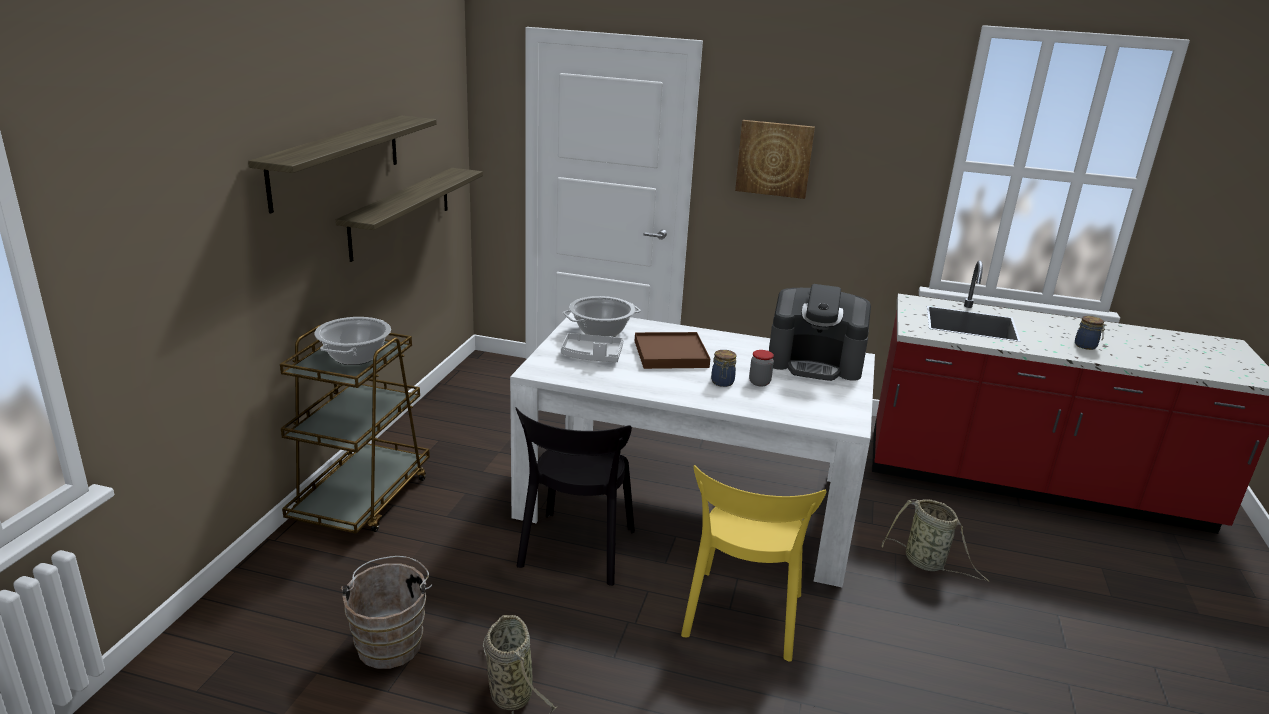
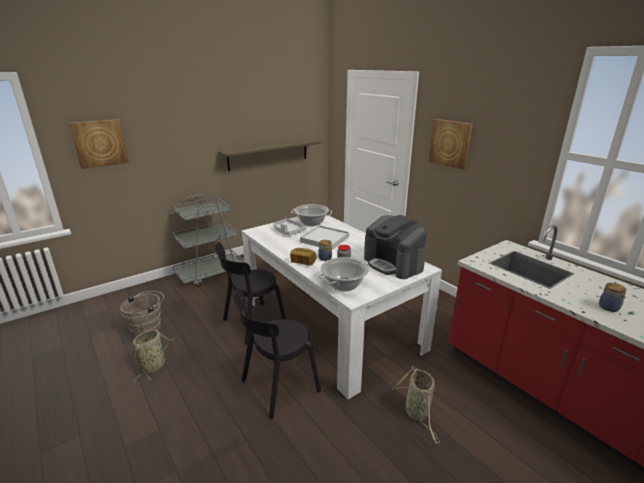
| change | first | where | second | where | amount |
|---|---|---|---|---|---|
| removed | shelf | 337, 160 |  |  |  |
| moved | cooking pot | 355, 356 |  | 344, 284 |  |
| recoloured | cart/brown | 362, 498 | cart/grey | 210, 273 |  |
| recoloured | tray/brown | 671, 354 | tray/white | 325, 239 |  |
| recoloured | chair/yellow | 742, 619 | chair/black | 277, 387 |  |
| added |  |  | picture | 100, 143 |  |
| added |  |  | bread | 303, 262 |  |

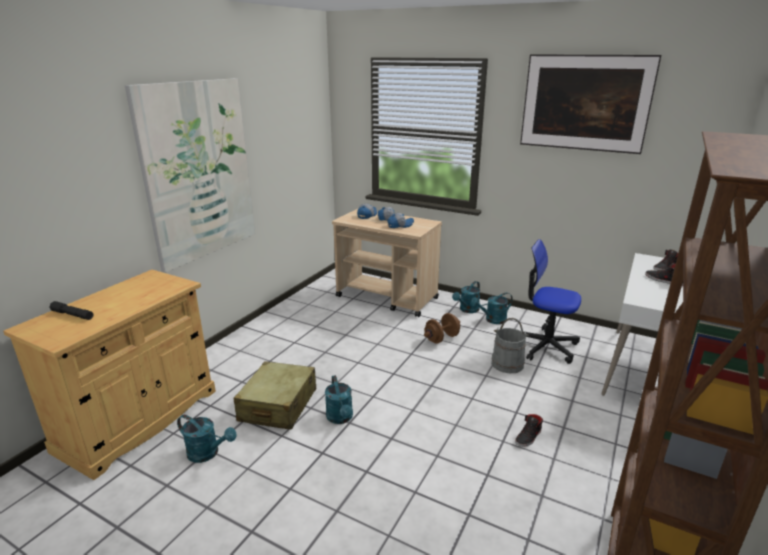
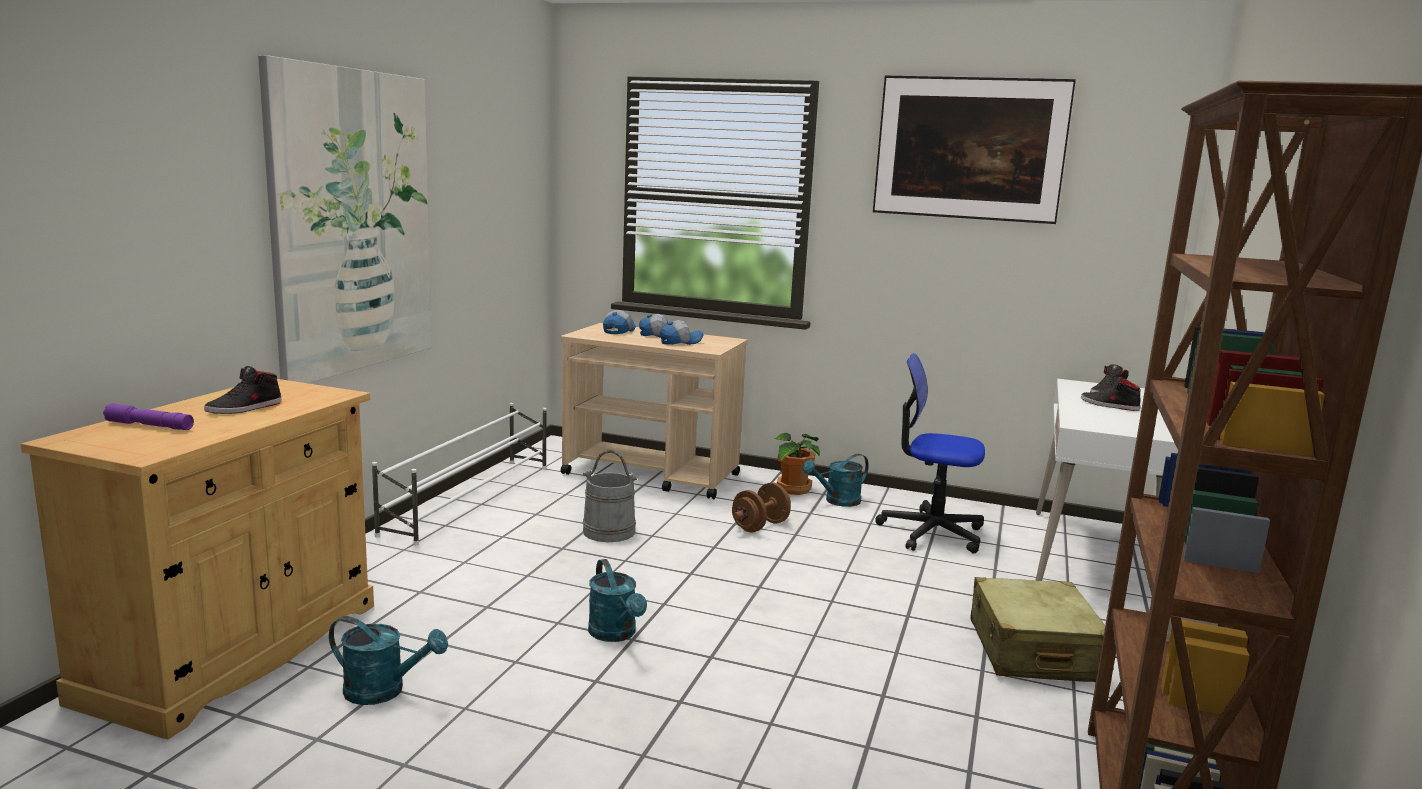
| change | first | where | second | where | amount |
|---|---|---|---|---|---|
| replaced | watering can/turquoise | 467, 310 | potted plant | 792, 489 |  |
| recoloured | flashlight/black | 73, 315 | flashlight/purple | 150, 426 |  |
| moved | bucket/grey | 507, 364 |  | 609, 531 |  |
| moved | suitcase/beige | 278, 405 |  | 1033, 651 |  |
| moved | shoe/black | 528, 437 |  | 245, 408 |  |
| added |  |  | shoe rack/white | 471, 498 |  |

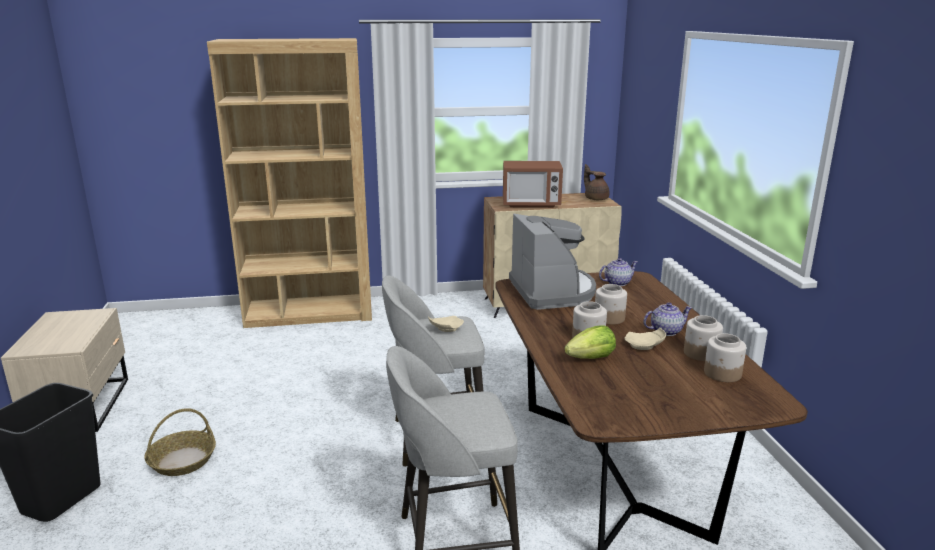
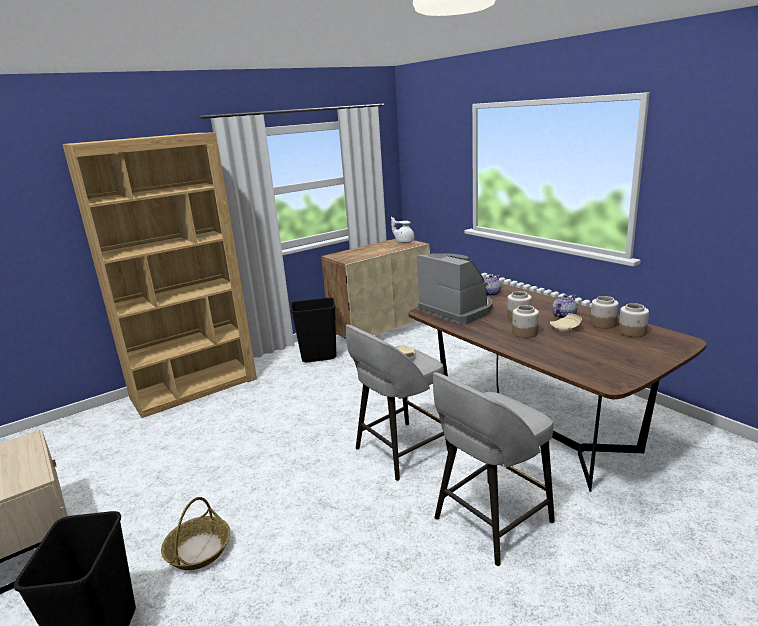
| change | first | where | second | where | amount |
|---|---|---|---|---|---|
| removed | microwave | 531, 204 |  |  |  |
| recoloured | teapot/brown | 595, 198 | teapot/white | 404, 242 |  |
| removed | lettuce | 591, 358 |  |  |  |
| added |  |  | trash can/black | 319, 357 |  |

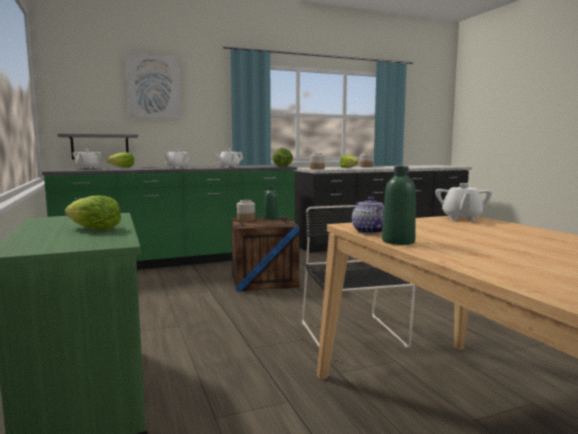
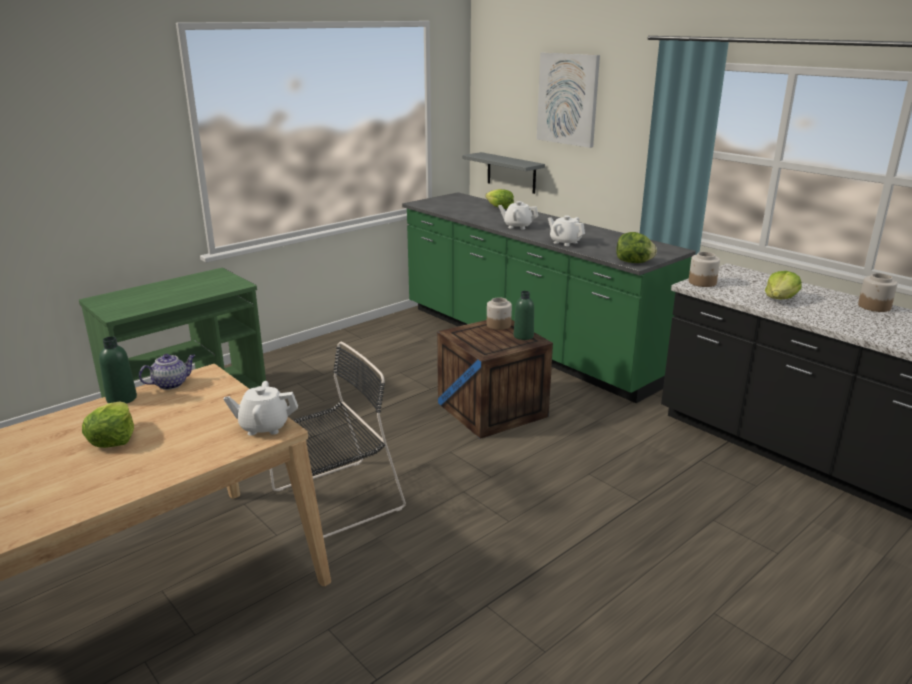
| change | first | where | second | where | amount |
|---|---|---|---|---|---|
| removed | teapot/white | 87, 168 |  |  |  |
| moved | lettuce | 94, 229 |  | 113, 439 |  |

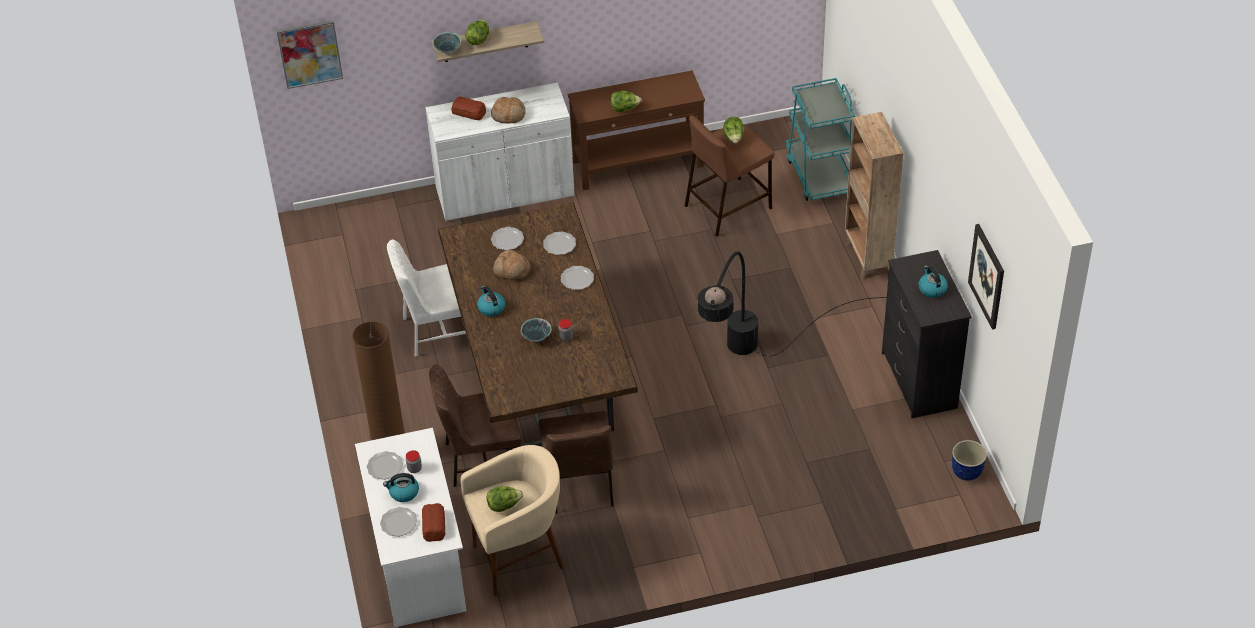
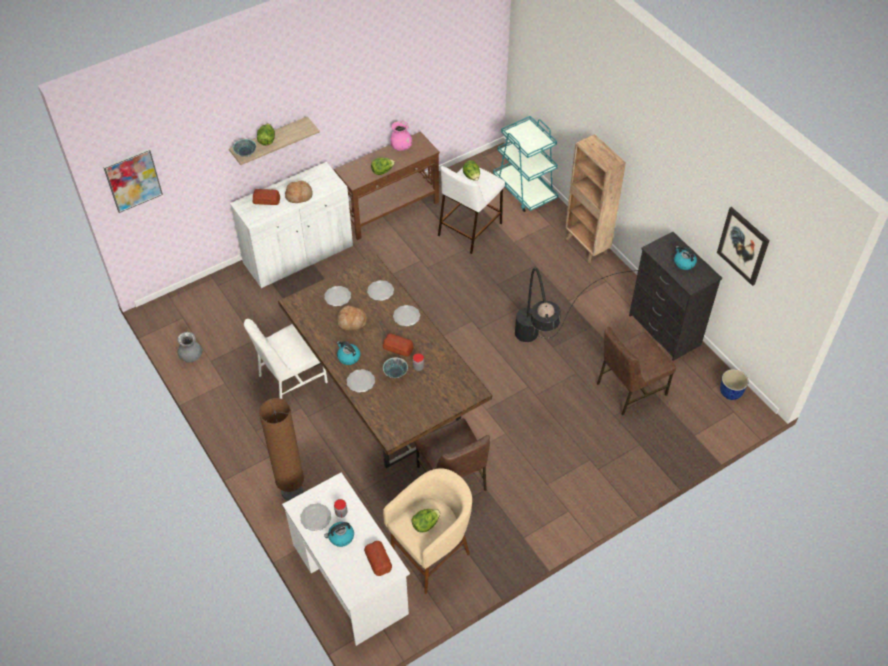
| change | first | where | second | where | amount |
|---|---|---|---|---|---|
| recoloured | stool/brown | 729, 206 | stool/white | 470, 228 |  |
| moved | chair/brown | 482, 459 |  | 629, 389 |  |
| moved | plate | 399, 523 |  | 361, 381 |  |
| added |  |  | vase/pink | 401, 147 |  |
| added |  |  | vase/grey | 191, 357 |  |
| added |  |  | bread | 398, 348 |  |

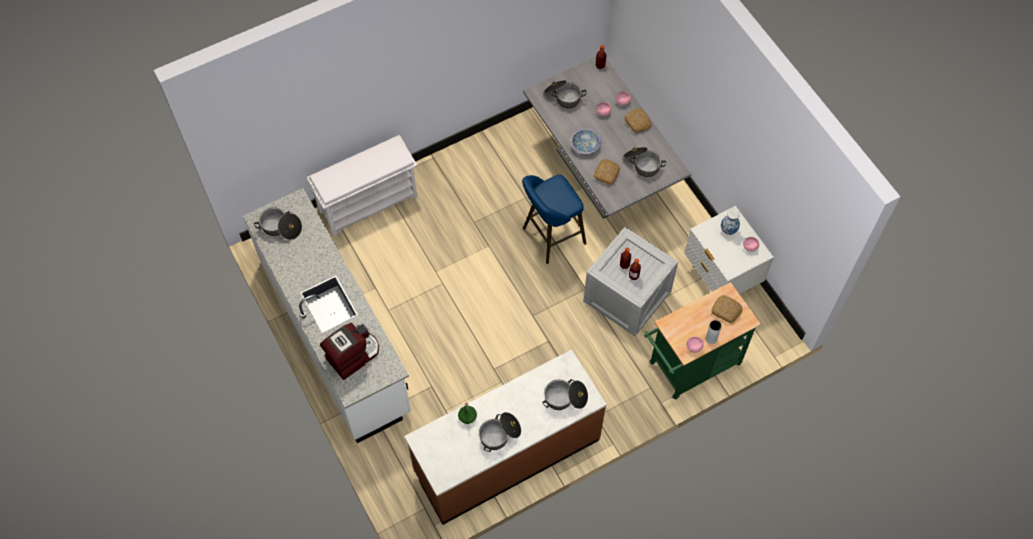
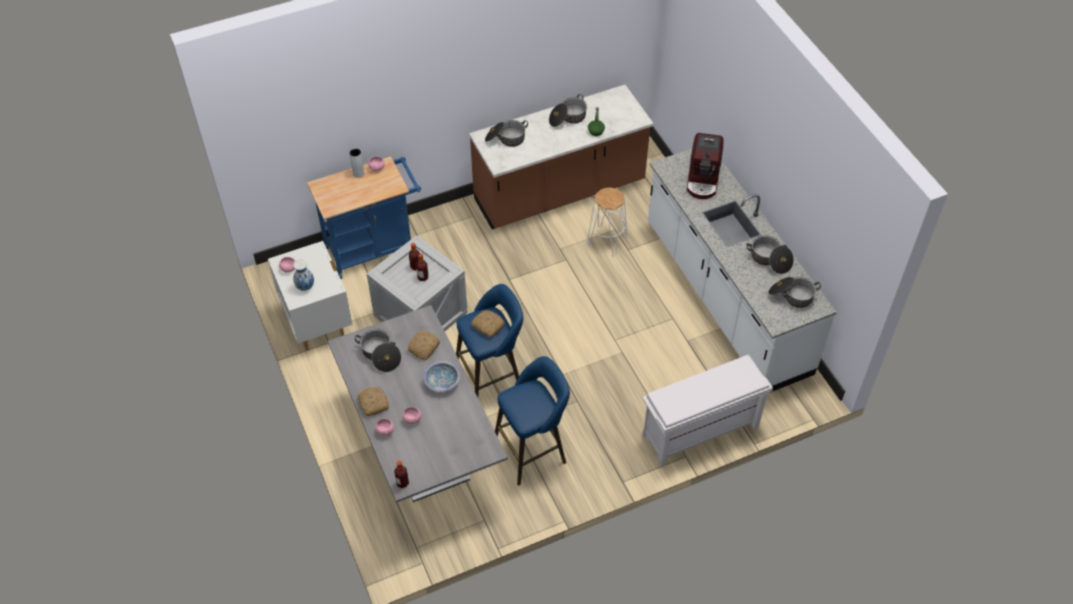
| change | first | where | second | where | amount |
|---|---|---|---|---|---|
| moved | cooking pot | 563, 97 |  | 769, 260 |  |
| recoloured | cart/green | 689, 367 | cart/blue | 374, 248 |  |
| moved | bread | 726, 311 |  | 487, 326 |  |
| turned | coffee machine | 353, 355 |  | 703, 180 | 45 degrees counterclockwise |
| added |  |  | stool/white | 606, 241 |  |
| added |  |  | stool/blue | 533, 450 |  |

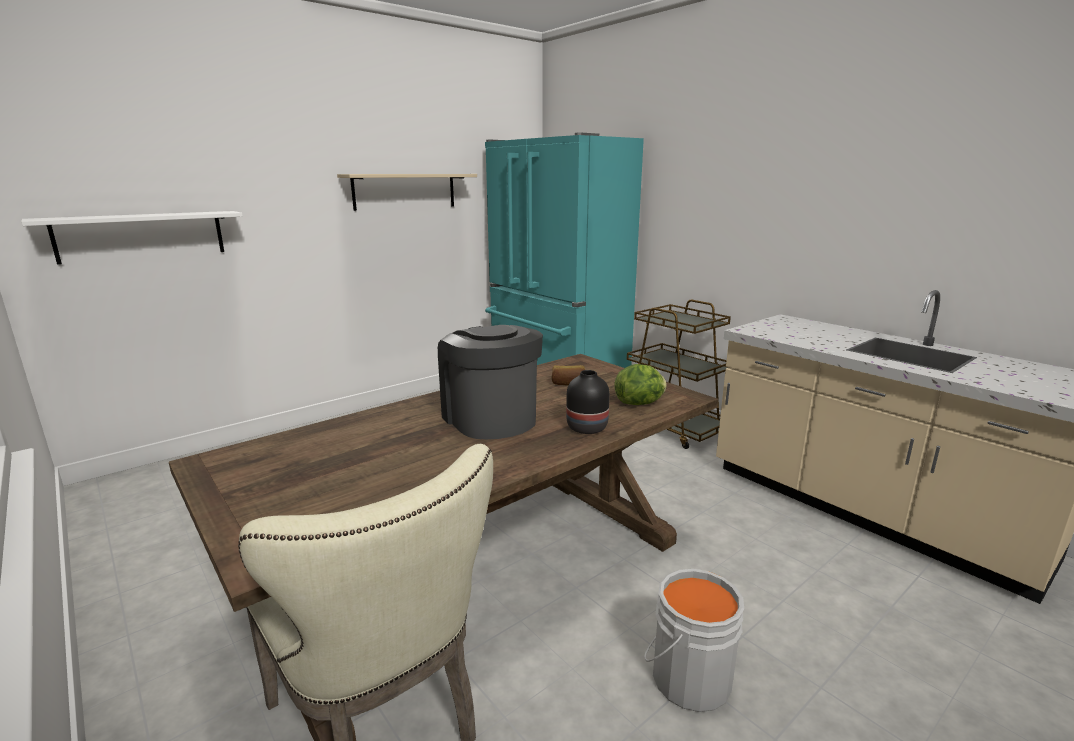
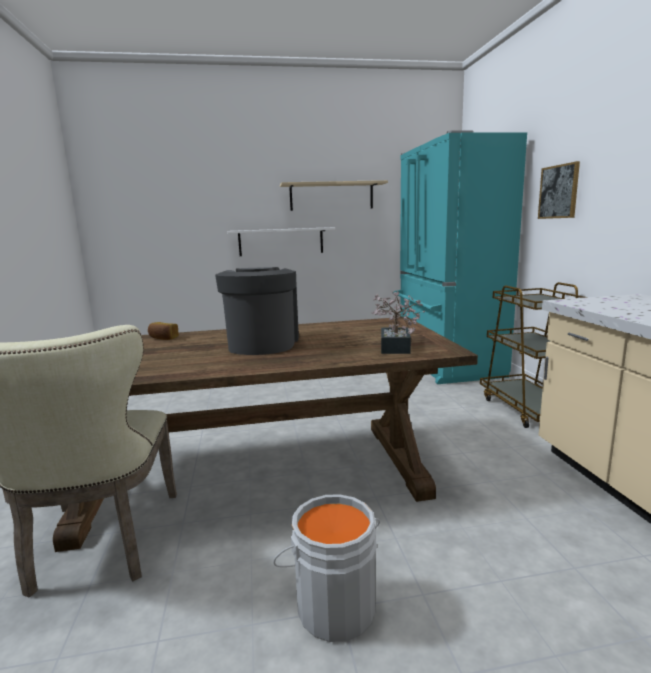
| change | first | where | second | where | amount |
|---|---|---|---|---|---|
| moved | shelf/white | 142, 236 |  | 281, 241 |  |
| replaced | lettuce | 640, 403 | potted plant | 394, 349 |  |
| moved | bread | 568, 383 |  | 163, 338 |  |
| removed | vase/black | 588, 427 |  |  |  |
| added |  |  | picture | 559, 192 |  |

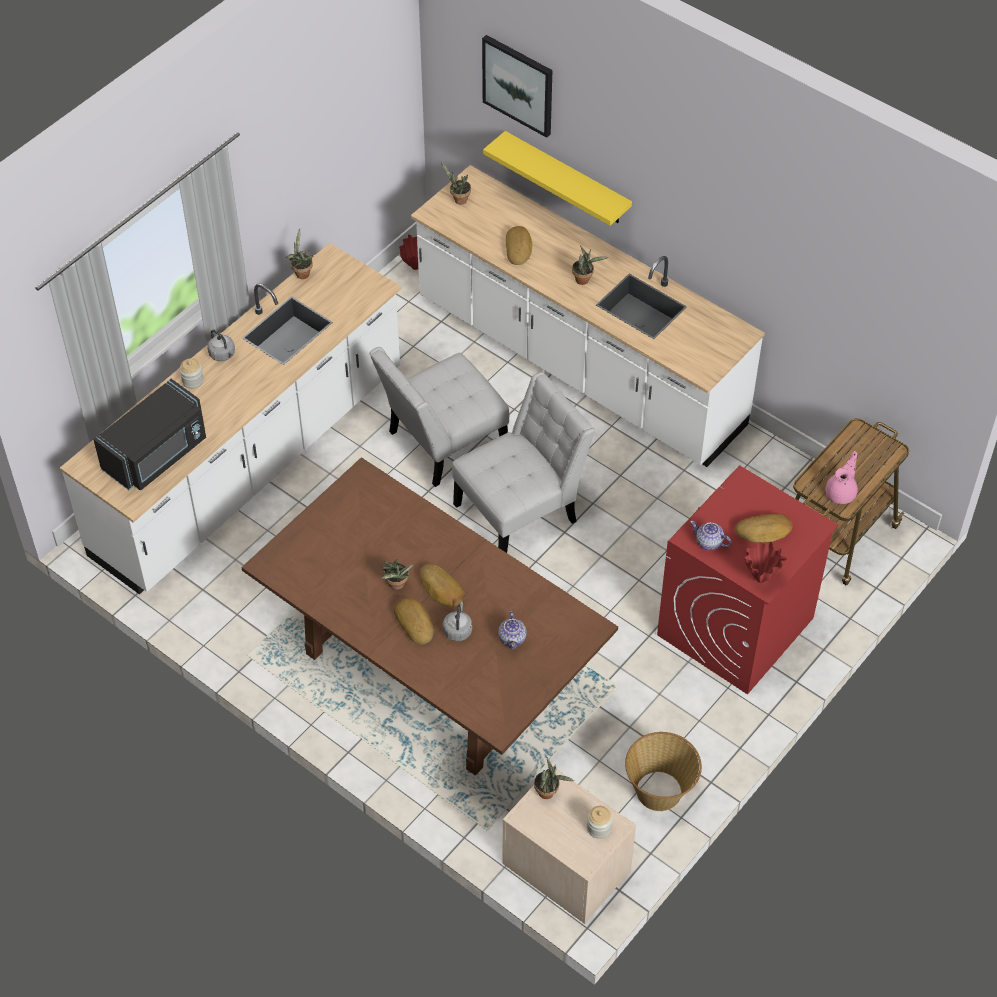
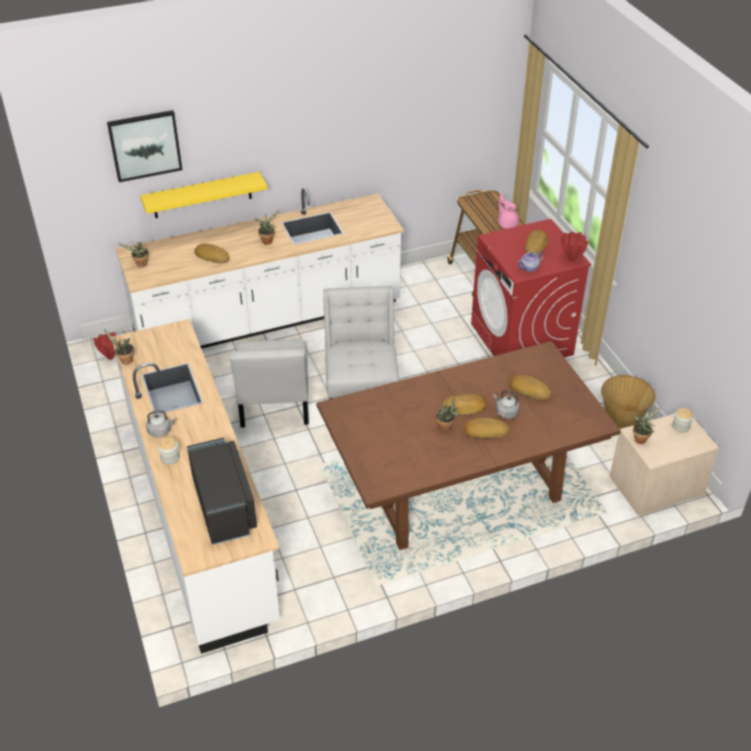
| change | first | where | second | where | amount |
|---|---|---|---|---|---|
| replaced | teapot | 512, 638 | bread | 530, 389 |  |

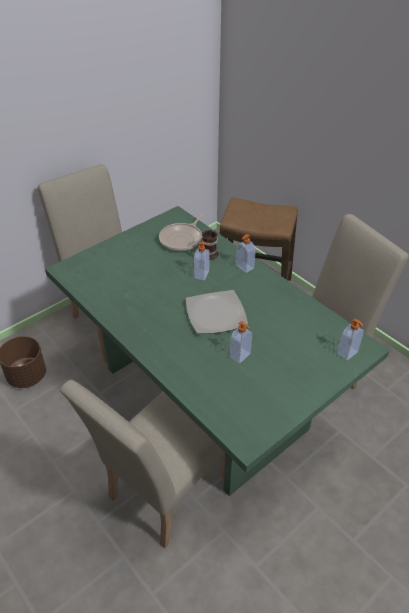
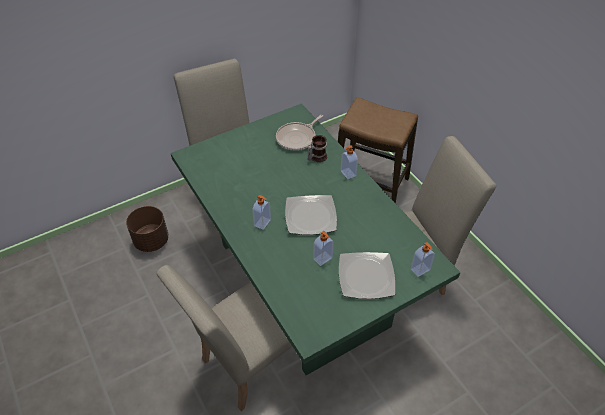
| change | first | where | second | where | amount |
|---|---|---|---|---|---|
| moved | soap dispenser | 202, 275 |  | 263, 223 |  |
| added |  |  | plate | 367, 277 |  |

